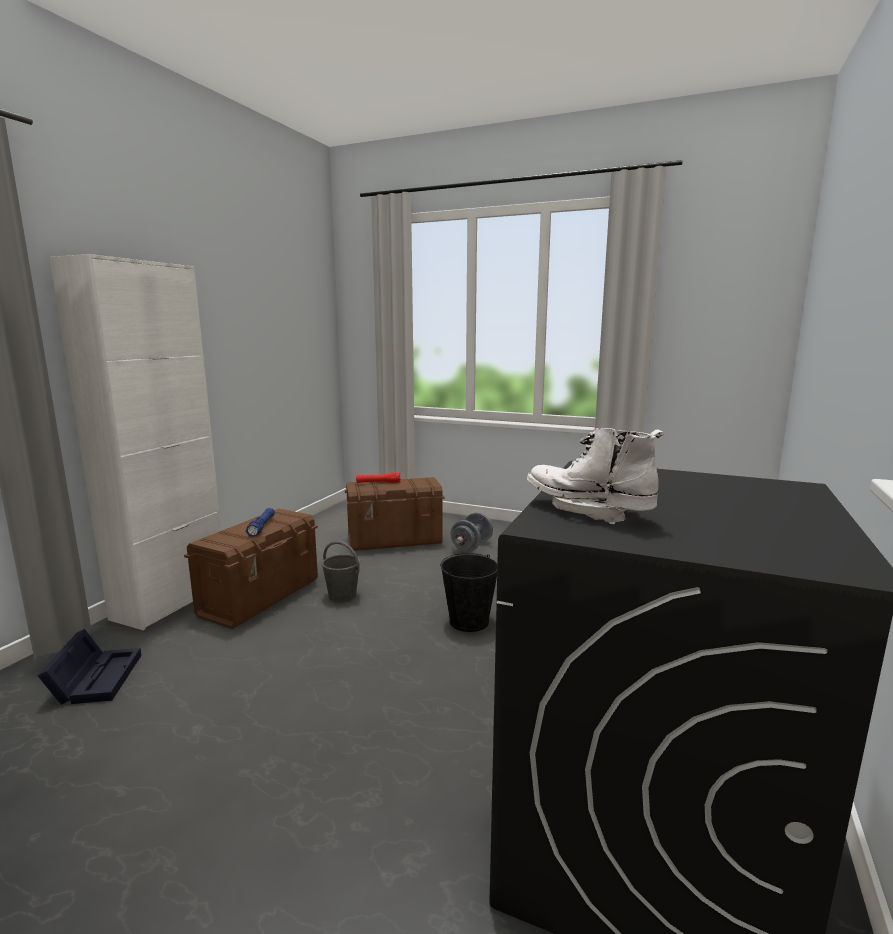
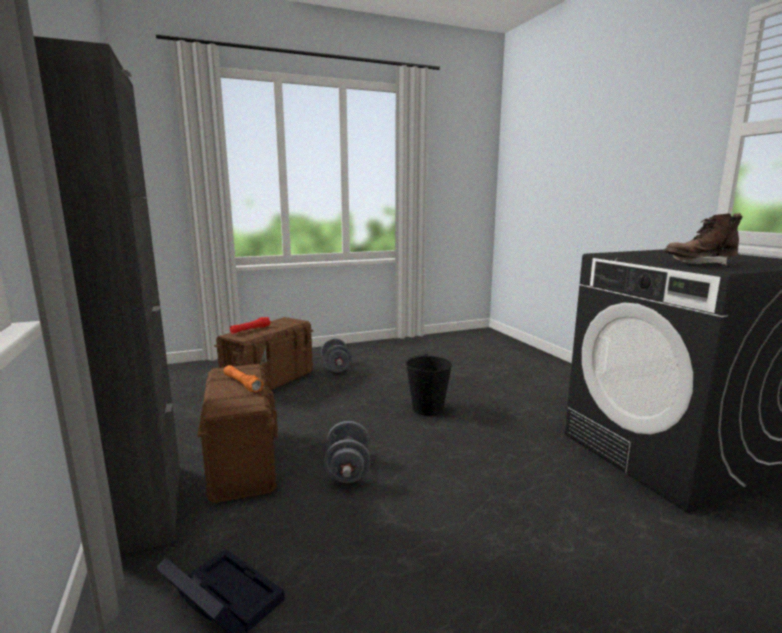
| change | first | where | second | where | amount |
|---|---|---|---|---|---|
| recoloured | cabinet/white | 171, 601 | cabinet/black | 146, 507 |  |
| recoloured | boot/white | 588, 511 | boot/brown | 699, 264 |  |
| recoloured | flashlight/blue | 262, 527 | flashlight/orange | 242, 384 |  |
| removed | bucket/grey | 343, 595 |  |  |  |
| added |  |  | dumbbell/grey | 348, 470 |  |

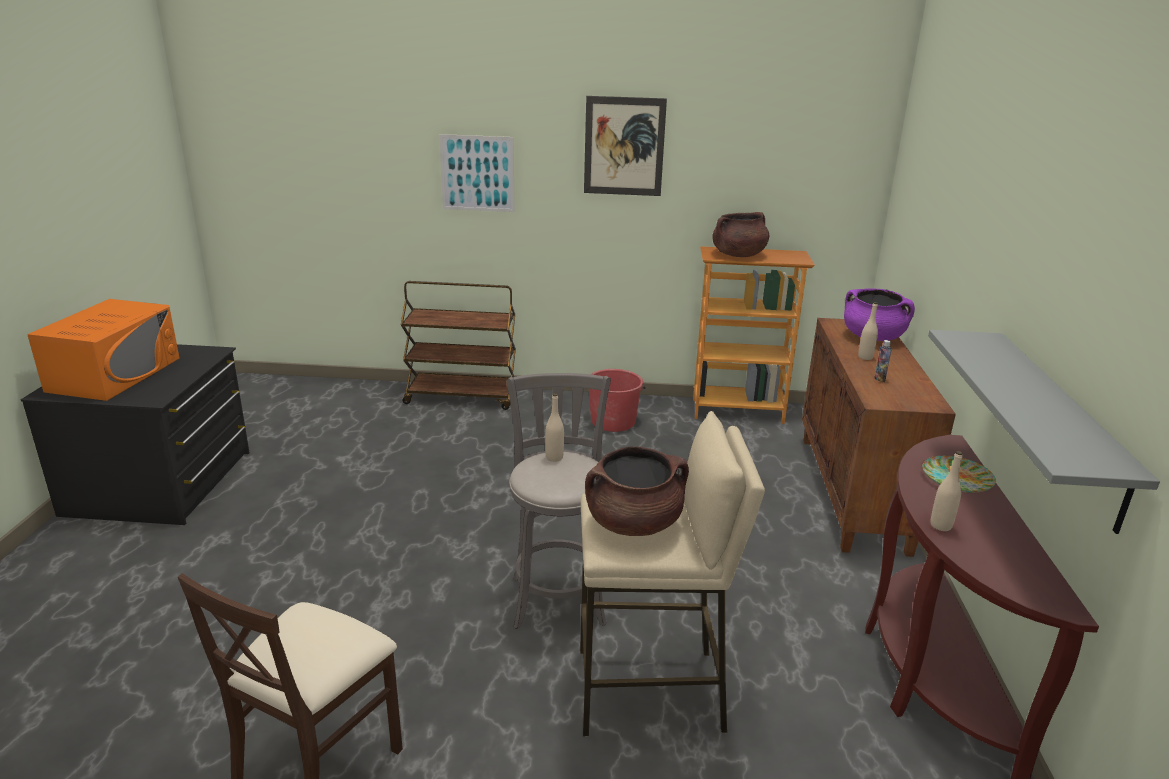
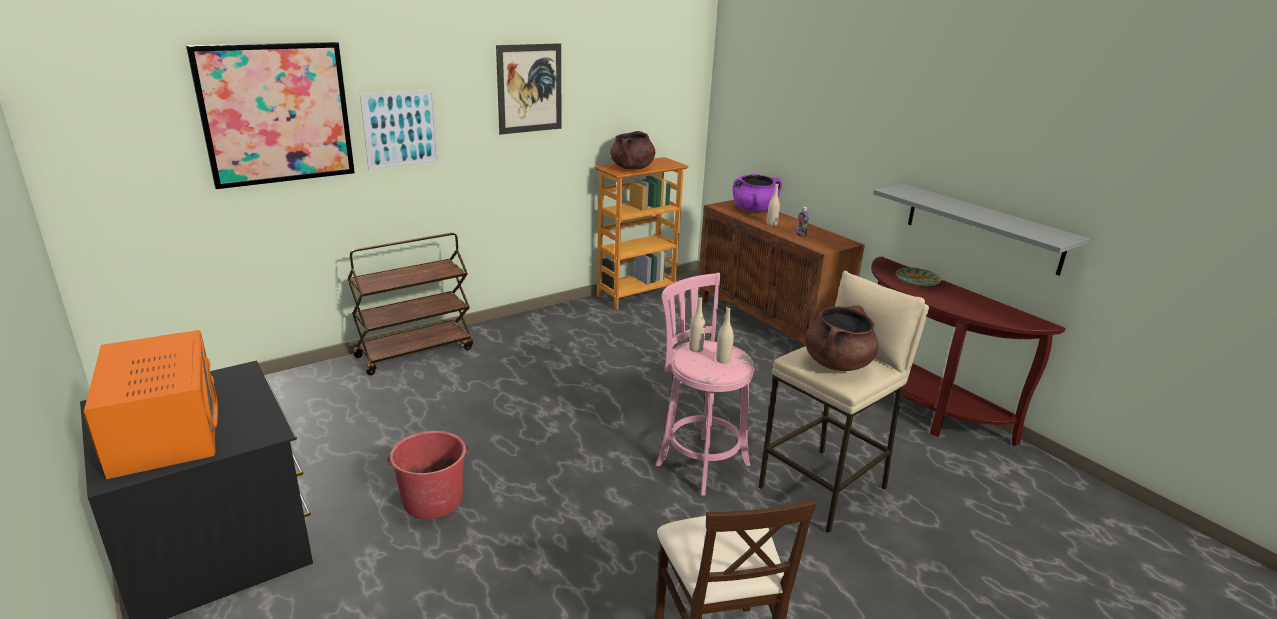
| change | first | where | second | where | amount |
|---|---|---|---|---|---|
| moved | bucket/red | 613, 421 |  | 432, 500 |  |
| recoloured | stool/grey | 558, 596 | stool/pink | 699, 462 |  |
| moved | bottle/beige | 940, 525 |  | 723, 360 |  |
| added |  |  | picture | 276, 114 |  |

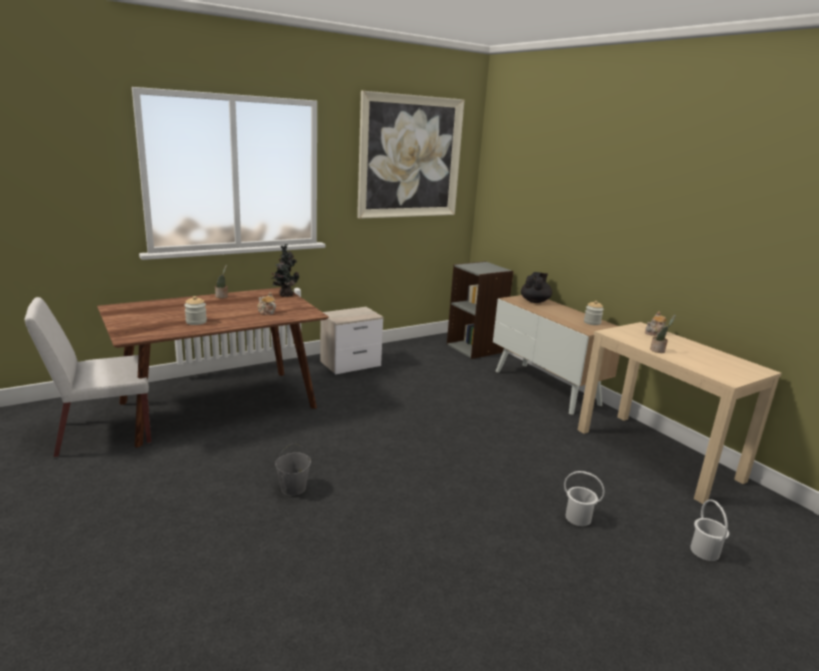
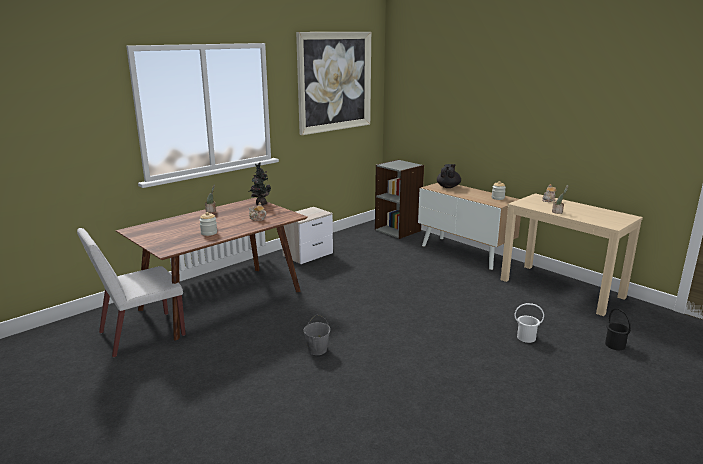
| change | first | where | second | where | amount |
|---|---|---|---|---|---|
| recoloured | bucket/white | 705, 551 | bucket/black | 615, 345 |  |

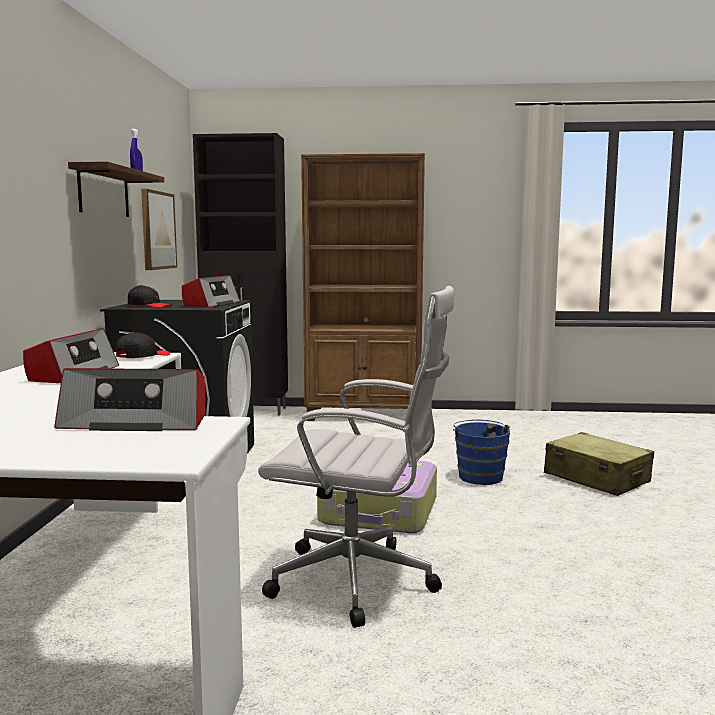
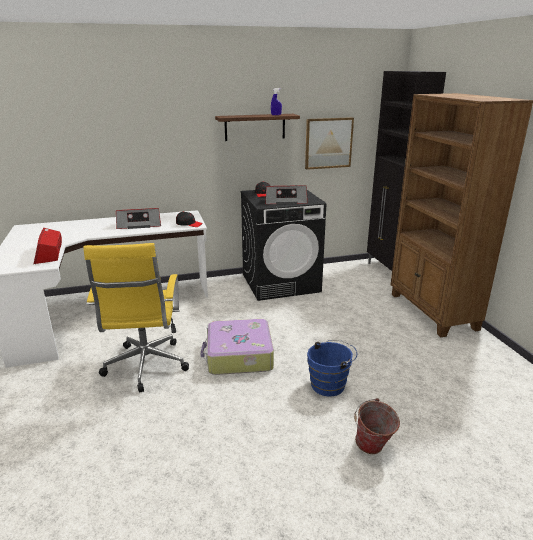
| change | first | where | second | where | amount |
|---|---|---|---|---|---|
| recoloured | office chair/white | 361, 582 | office chair/yellow | 145, 368 |  |
| replaced | suitcase/beige | 596, 478 | bucket | 372, 449 |  |

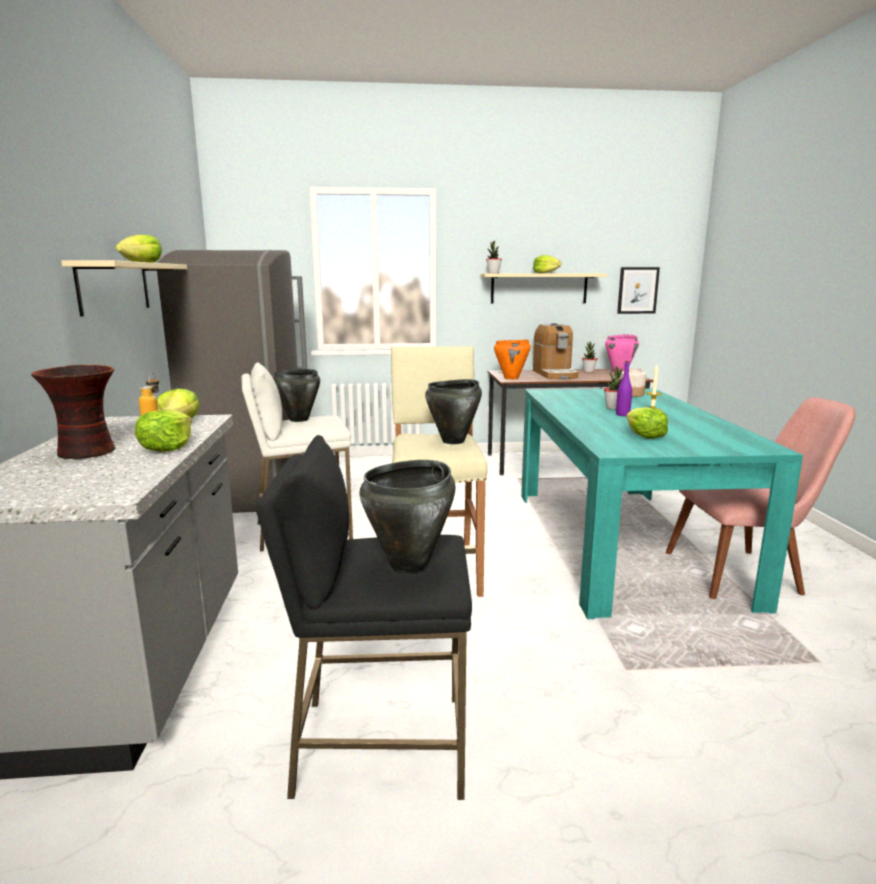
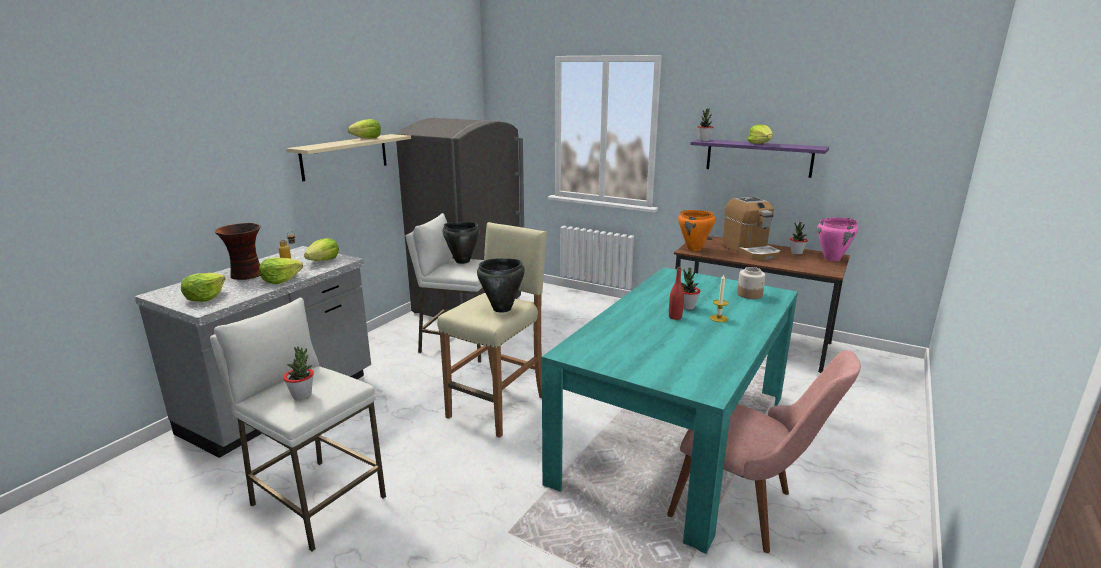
| change | first | where | second | where | amount |
|---|---|---|---|---|---|
| removed | picture | 637, 290 |  |  |  |
| recoloured | shelf/beige | 539, 288 | shelf/purple | 758, 158 |  |
| turned | coffee machine | 554, 374 |  | 750, 250 | 45 degrees counterclockwise |
| recoloured | bottle/purple | 622, 414 | bottle/red | 675, 317 |  |
| moved | lettuce | 644, 436 |  | 205, 297 |  |
| recoloured | stool/black | 379, 745 | stool/white | 317, 501 |  |
| replaced | cooking pot/black | 410, 565 | potted plant | 302, 395 |  |

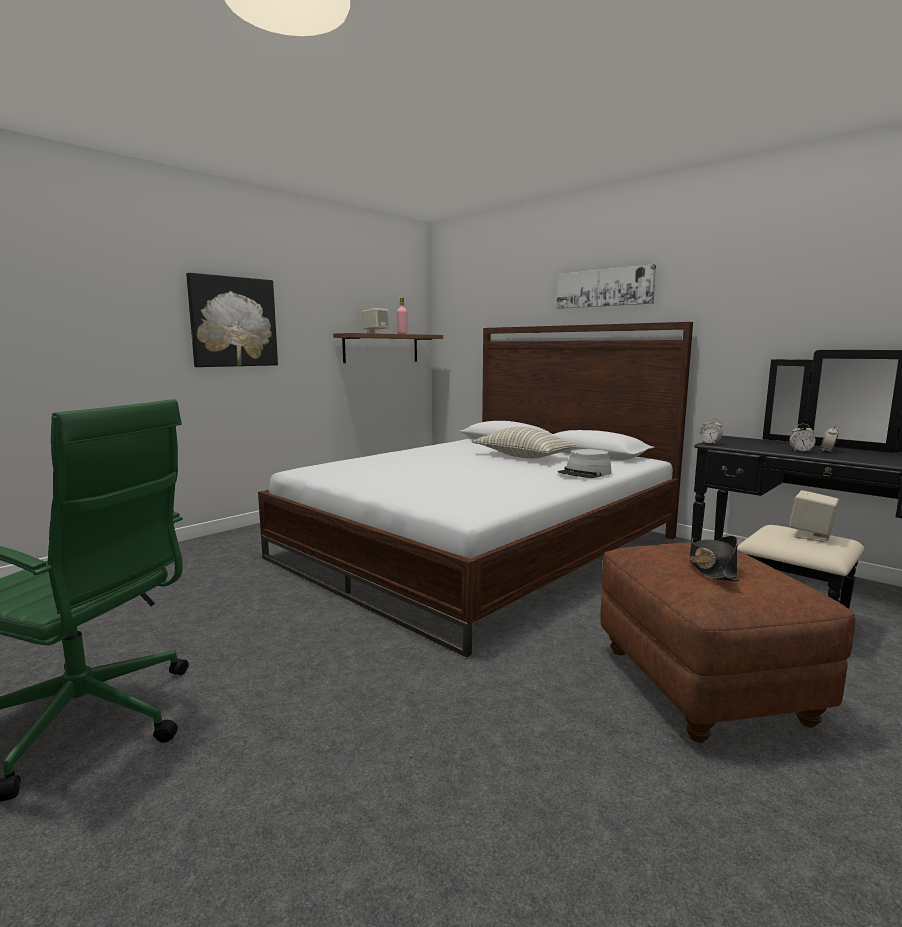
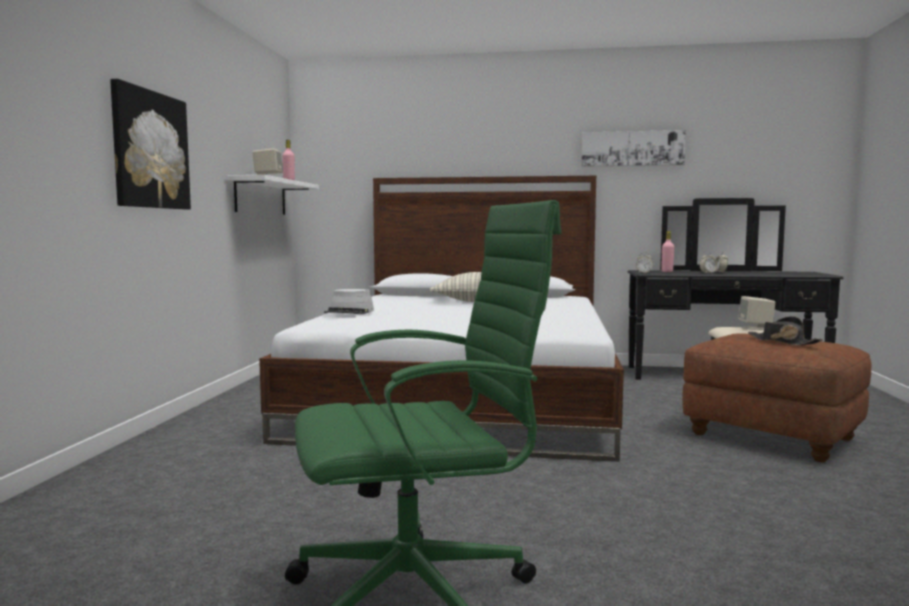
| change | first | where | second | where | amount |
|---|---|---|---|---|---|
| moved | picture | 604, 288 |  | 632, 148 |  |
| recoloured | shelf/brown | 381, 348 | shelf/white | 261, 197 |  |
| moved | hat/grey | 585, 473 |  | 349, 312 |  |
| added |  |  | bottle/pink | 667, 271 |  |

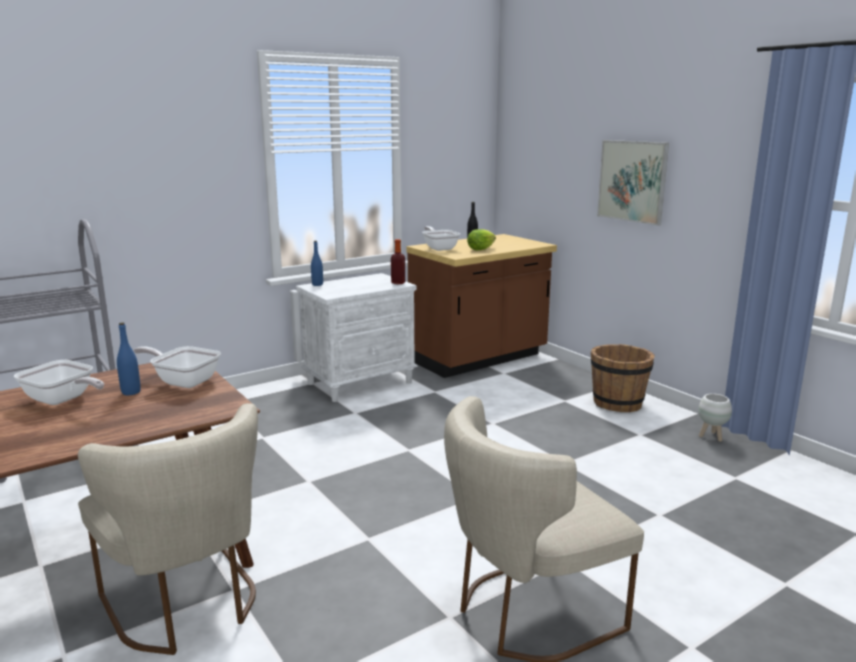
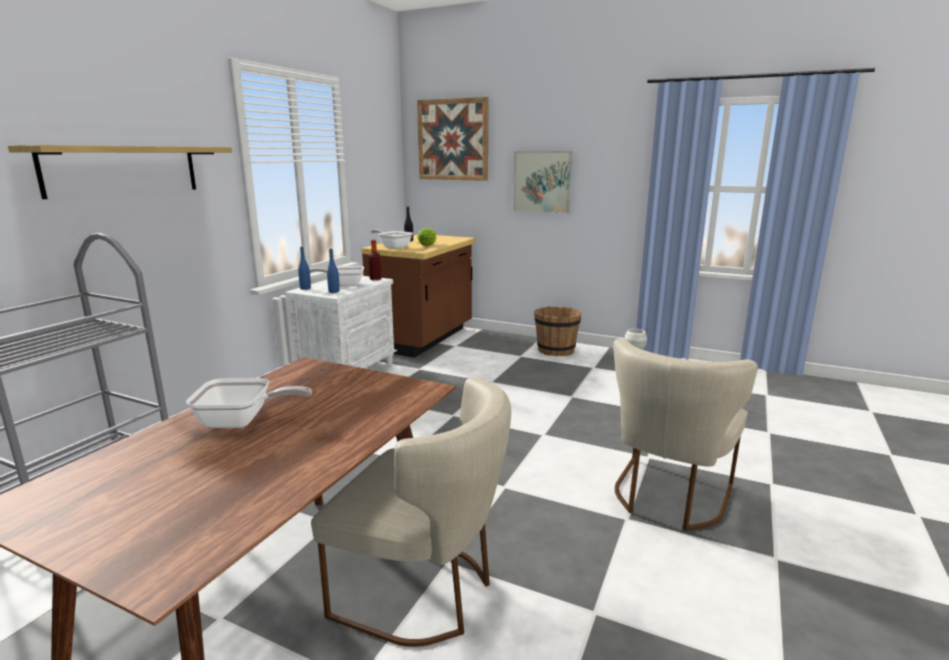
| change | first | where | second | where | amount |
|---|---|---|---|---|---|
| moved | bottle/blue | 131, 392 |  | 334, 291 |  |
| moved | frying pan | 183, 381 |  | 344, 285 |  |
| added |  |  | picture | 452, 140 |  |
| added |  |  | shelf | 123, 170 |  |

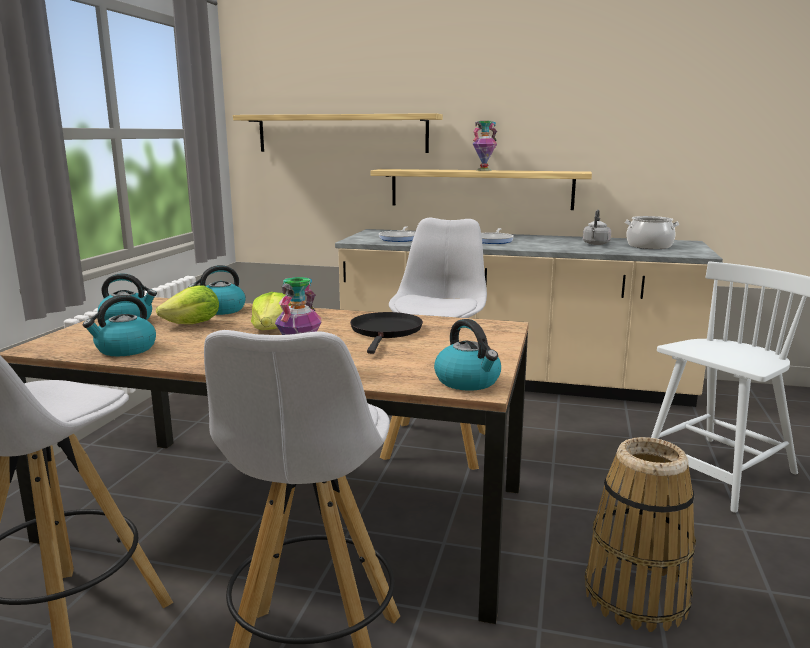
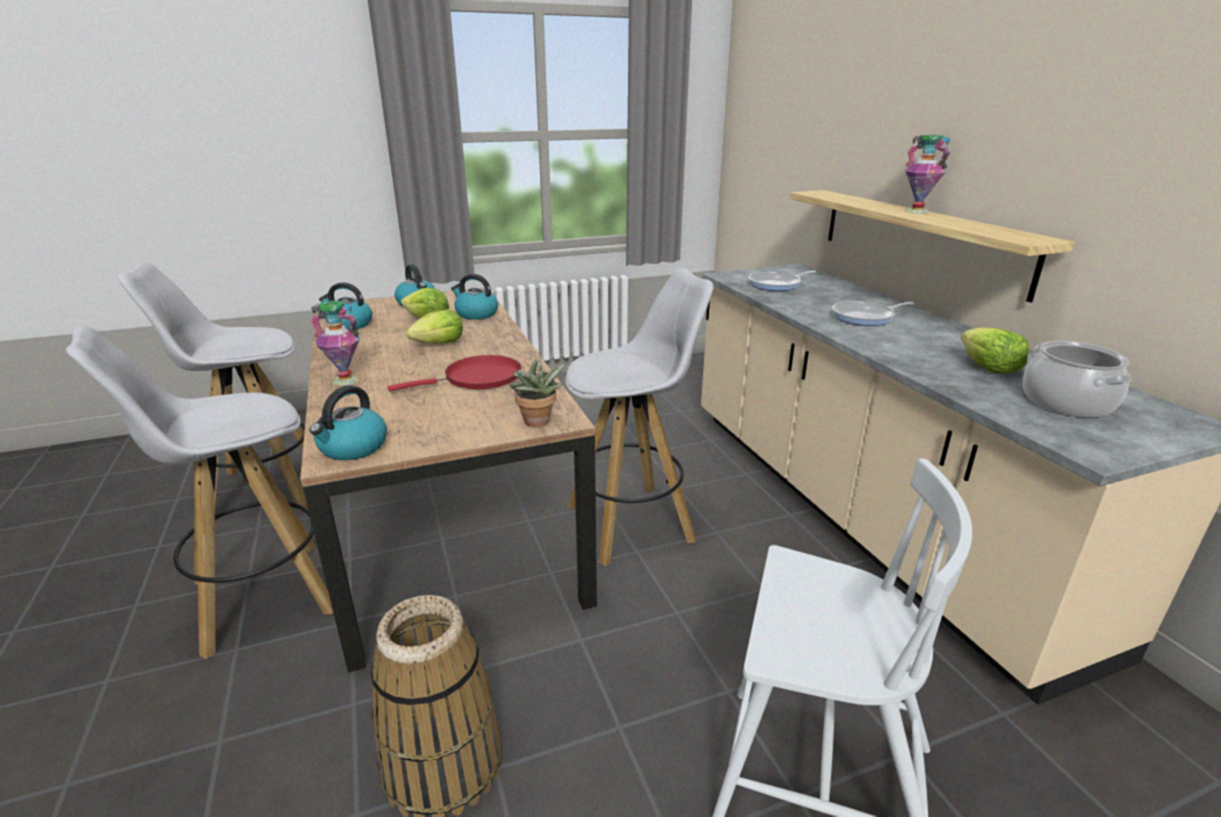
| change | first | where | second | where | amount |
|---|---|---|---|---|---|
| removed | shelf | 342, 133 |  |  |  |
| replaced | kettle/grey | 595, 244 | lettuce | 988, 367 |  |
| recoloured | frying pan/black | 386, 331 | frying pan/red | 478, 378 |  |
| added |  |  | potted plant | 537, 423 |  |

